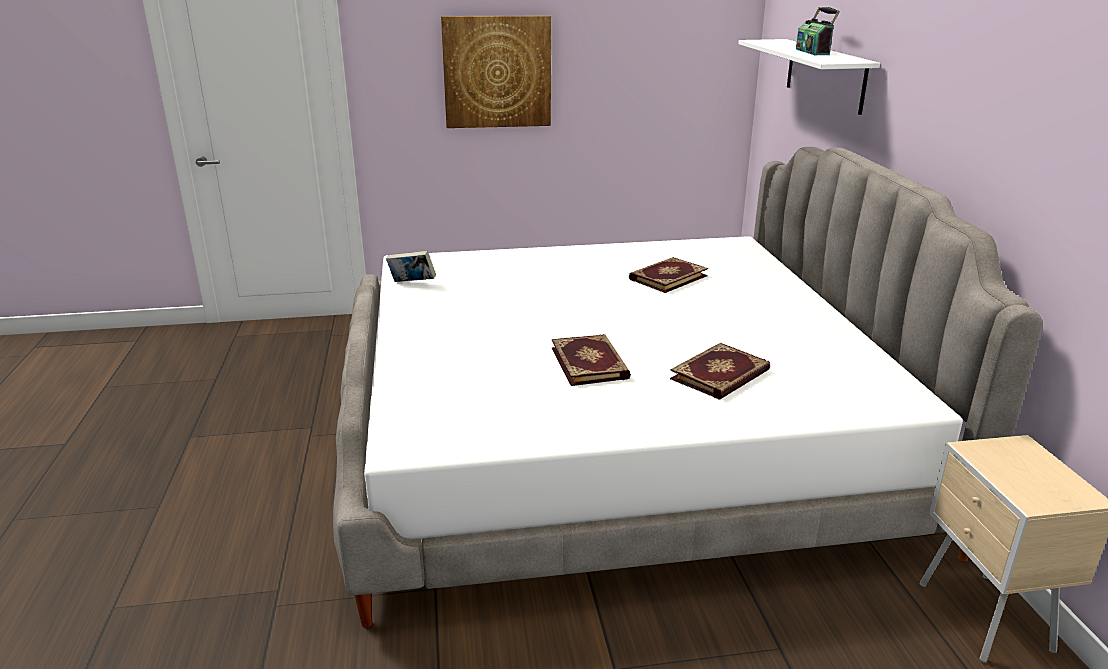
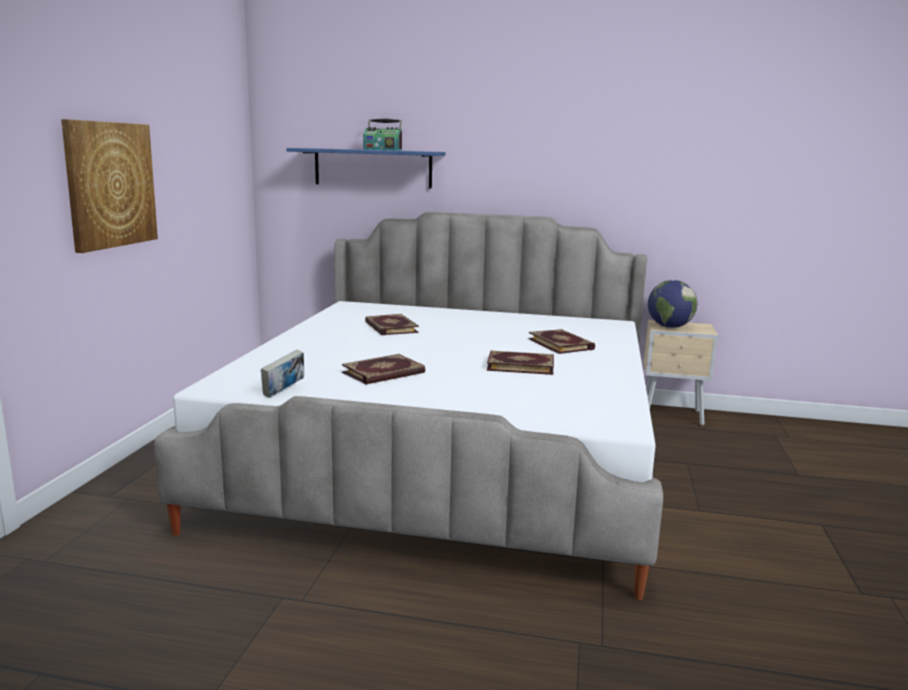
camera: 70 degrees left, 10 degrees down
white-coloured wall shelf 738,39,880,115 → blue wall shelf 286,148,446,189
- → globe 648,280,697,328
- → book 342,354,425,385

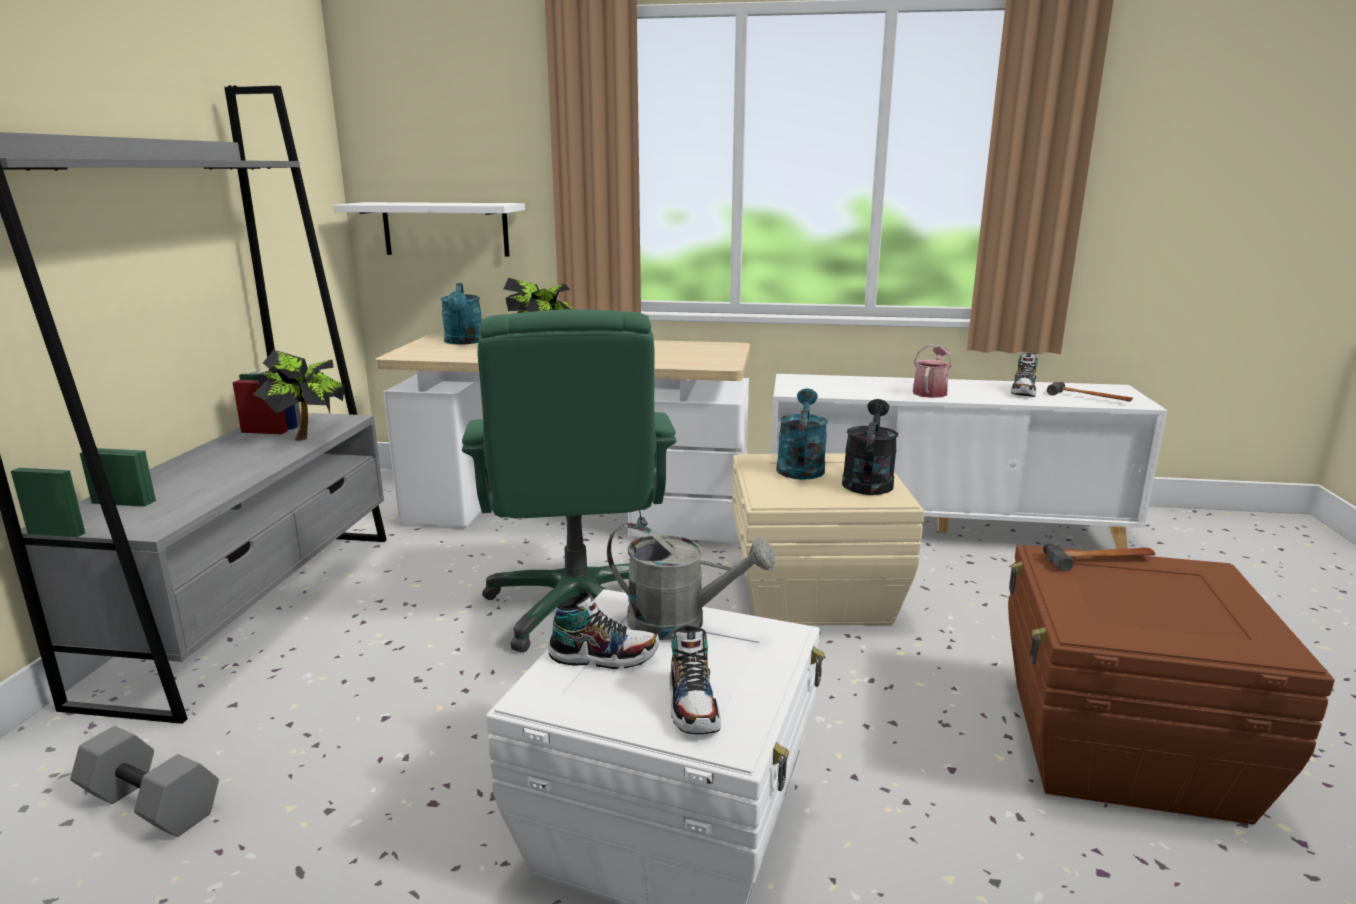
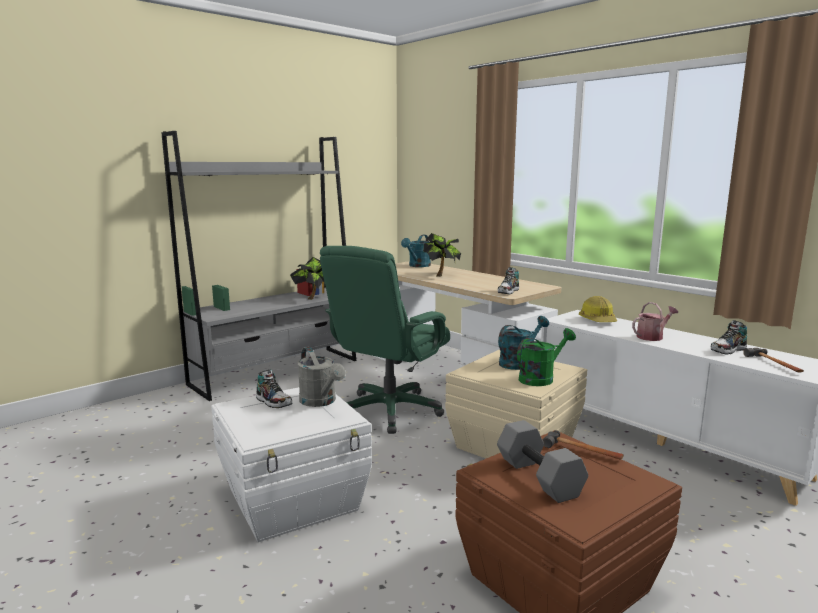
camera: 40 degrees right, 5 degrees down
white-coloured wall shelf 333,202,525,256 → -
black-coloured sprinkling can 842,399,898,495 → green-coloured sprinkling can 517,328,576,386
low shoe 669,626,721,734 → low shoe 498,267,519,295, relocated
grey dumbbell 70,726,219,837 → grey dumbbell 497,420,588,503, relocated
- → work helmet 579,296,617,322

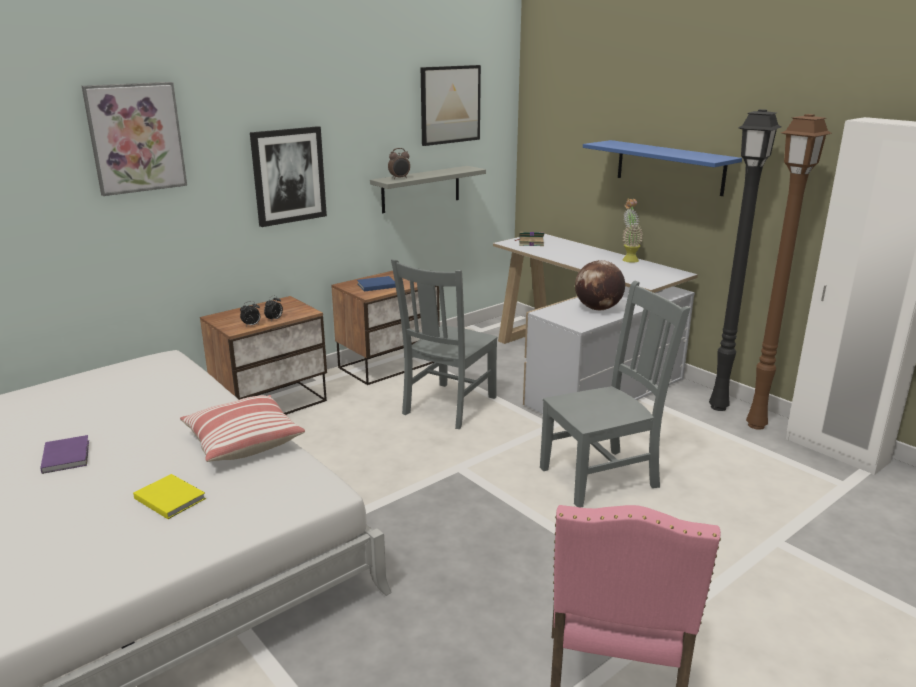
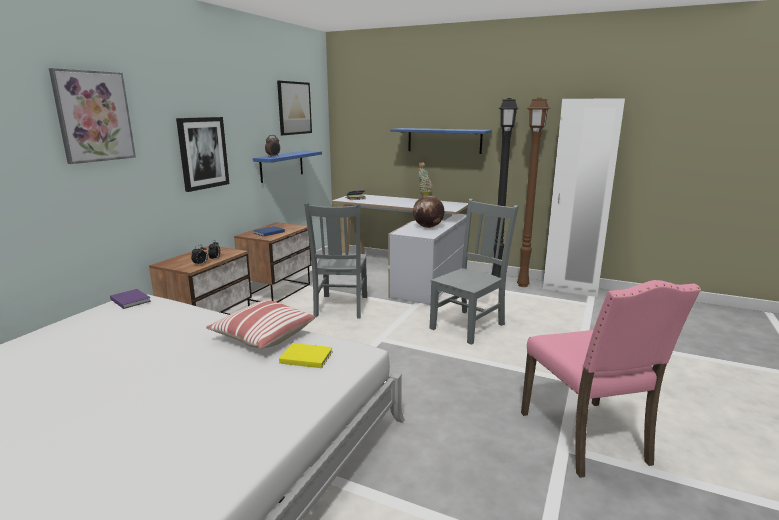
camera: 25 degrees left, 5 degrees down
grey wall shelf 370,166,486,213 → blue wall shelf 253,151,322,183
purple book 40,435,89,474 → purple book 110,289,151,309, relocated
yellowish book 133,474,206,519 → yellowish book 279,343,333,368, relocated

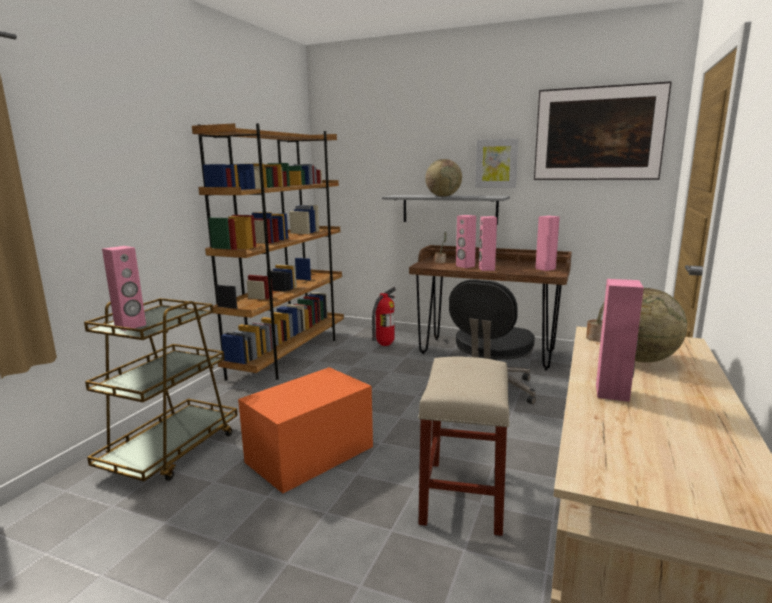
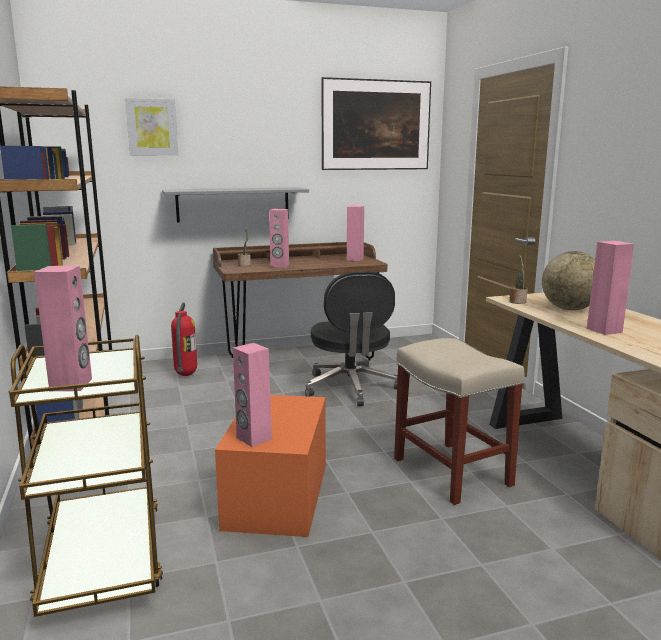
camera: 40 degrees left, 0 degrees up
wall picture 475,139,518,188 → wall picture 125,98,178,156, relocated
globe 425,159,462,196 → -
pink loudspeaker 479,216,497,271 → pink loudspeaker 233,343,272,447, relocated

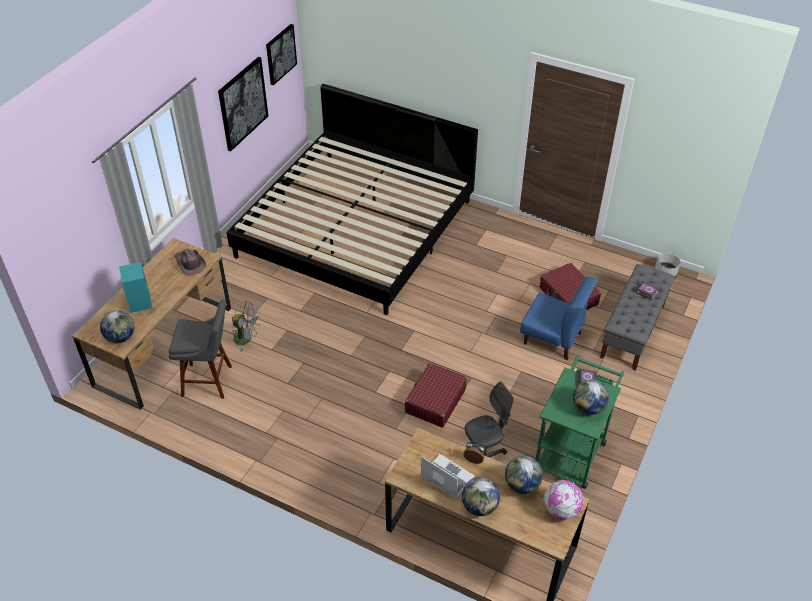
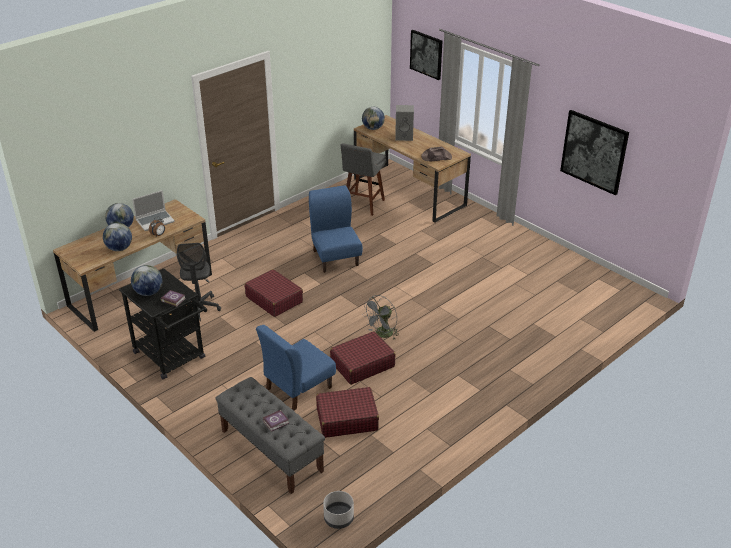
camera: 110 degrees right, 10 degrees down
wall picture 266,24,297,85 → wall picture 410,30,442,80, relocated
bed 227,84,478,315 → -
turquoise loudspeaker 119,262,152,313 → grey loudspeaker 395,105,414,141
grey fan 231,301,261,351 → grey fan 362,295,398,339, relocated
green-coloured cart 535,355,624,489 → black-coloured cart 119,268,207,379
globe 544,480,584,520 → -
- → blue upright chair 309,185,363,273
- → reddish piece of luggage 330,331,396,385

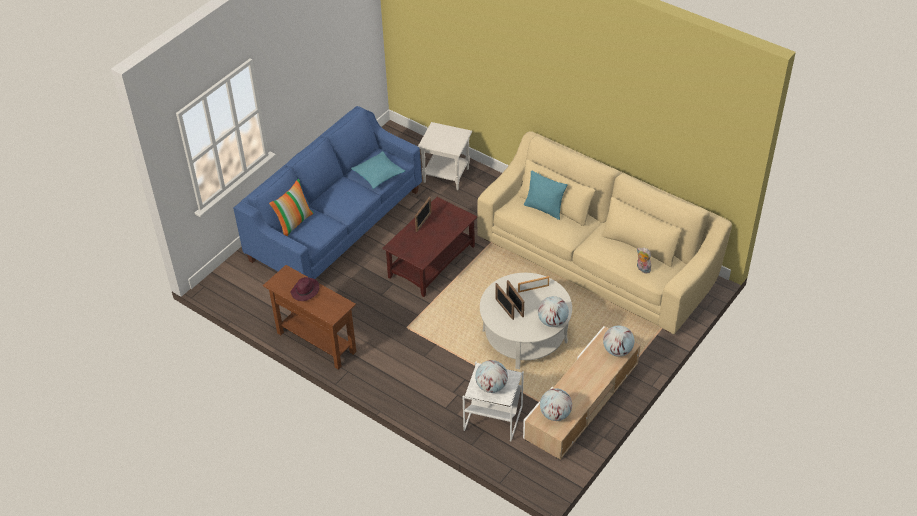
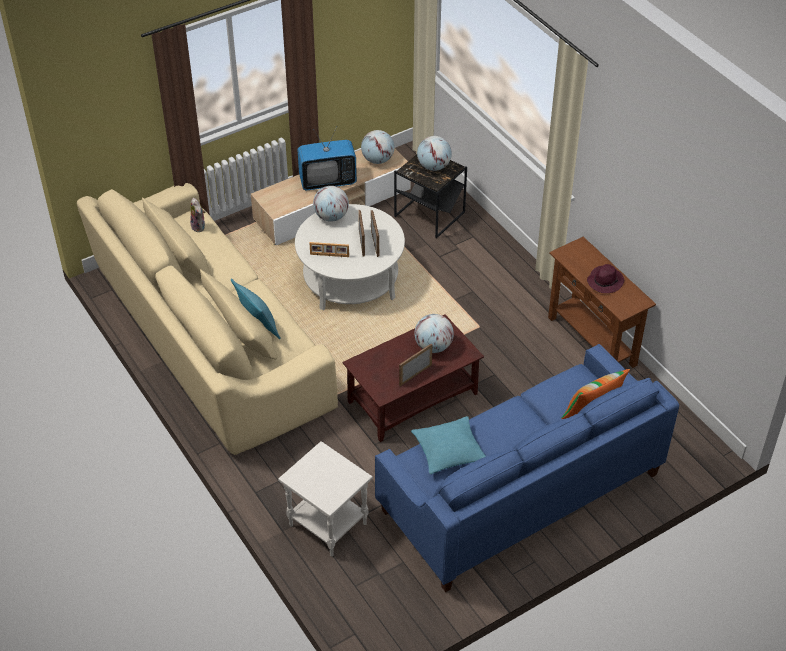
camera: 160 degrees left, 0 degrees up
globe 603,325,634,357 → globe 414,314,454,353, relocated
white-coloured end table 463,361,524,441 → black-coloured end table 394,154,467,238
- → television 297,126,357,190

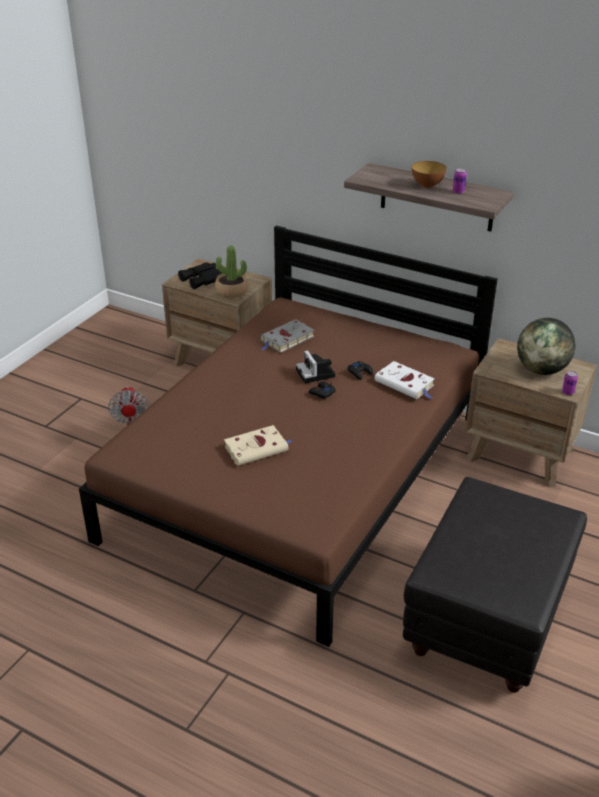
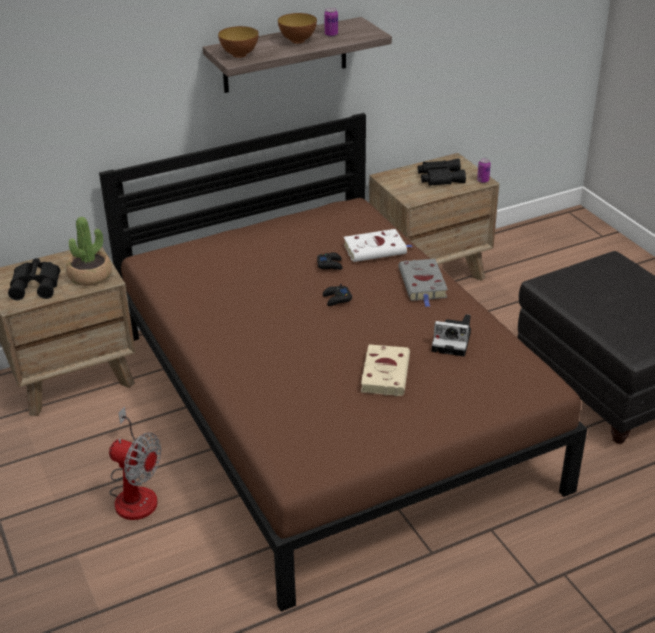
camera: 55 degrees left, 0 degrees up
globe 517,318,575,375 → black-coloured pair of binoculars 418,159,466,186
grey book 260,319,315,353 → grey book 398,259,448,307, relocated
photo camera 296,350,335,383 → photo camera 432,314,471,356, relocated
- → bowl 218,26,259,58

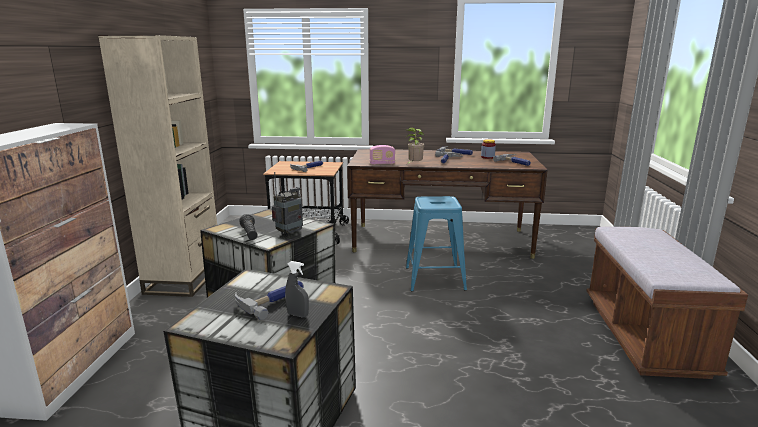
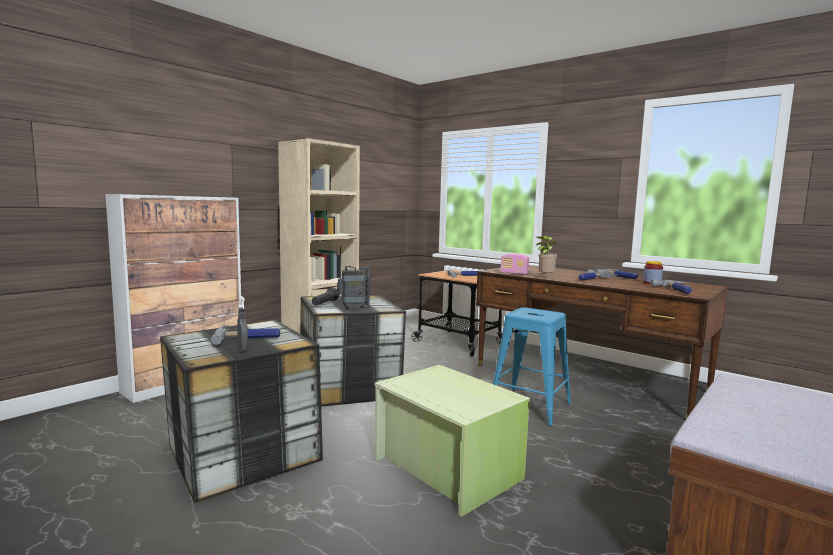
camera: 35 degrees right, 10 degrees down
- → green-coloured storage box 374,365,530,517

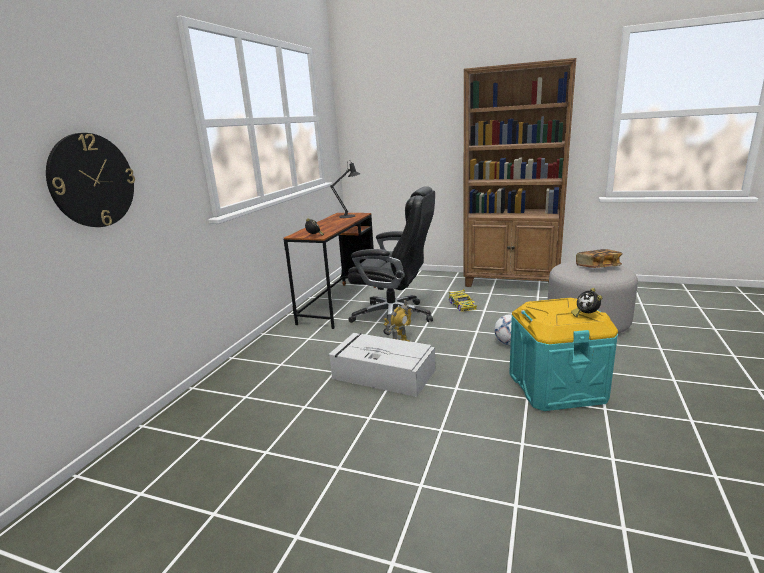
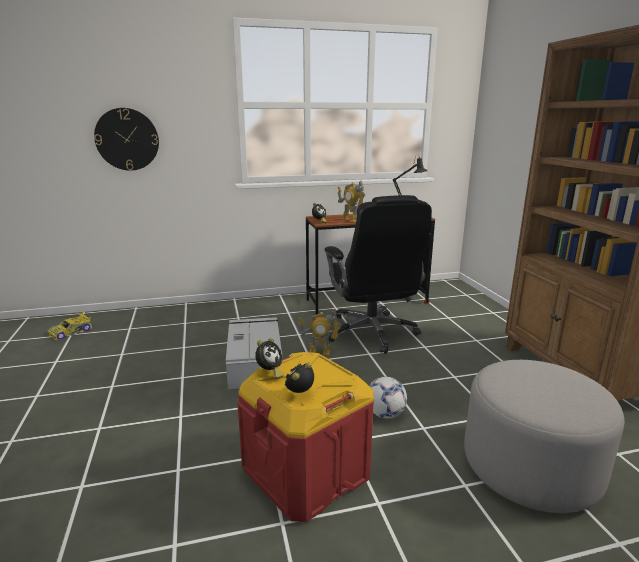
camera: 55 degrees right, 0 degrees up
book 576,249,623,268 → -
model car 449,289,477,312 → model car 48,312,92,340, relocated
turquoise storage box 509,298,618,411 → reddish storage box 238,352,374,522
- → toy robot 338,180,365,222
- → table clock 255,339,284,379

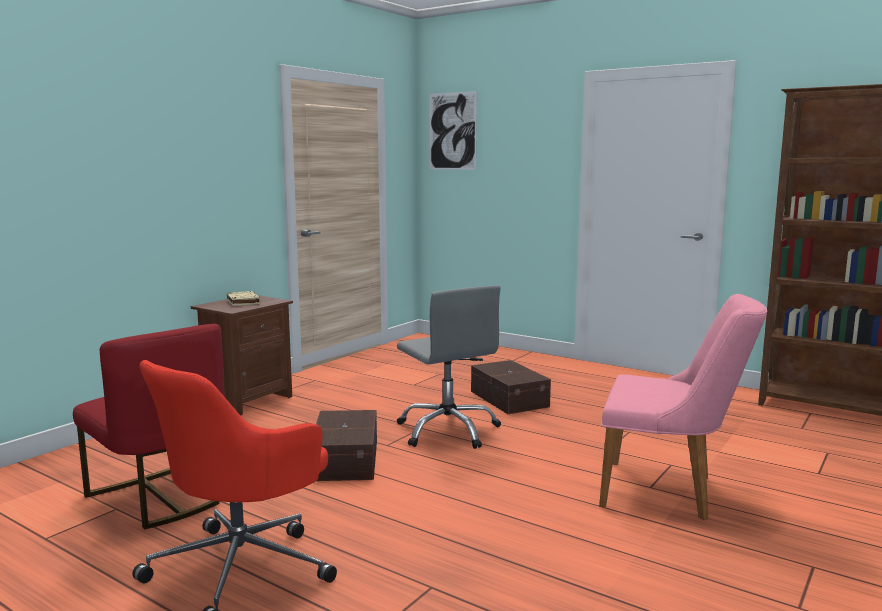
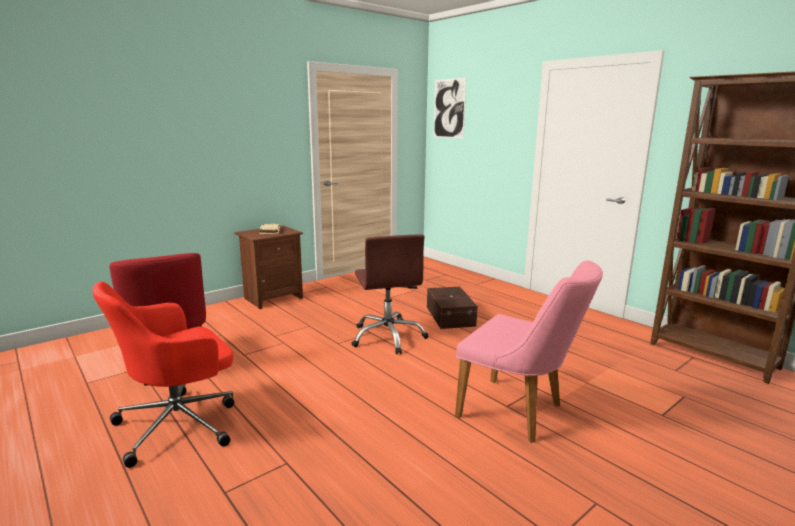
camera: 15 degrees right, 5 degrees up
grey office chair 397,285,501,449 → brownish office chair 351,234,428,354
brownish storage box 316,410,377,481 → -

